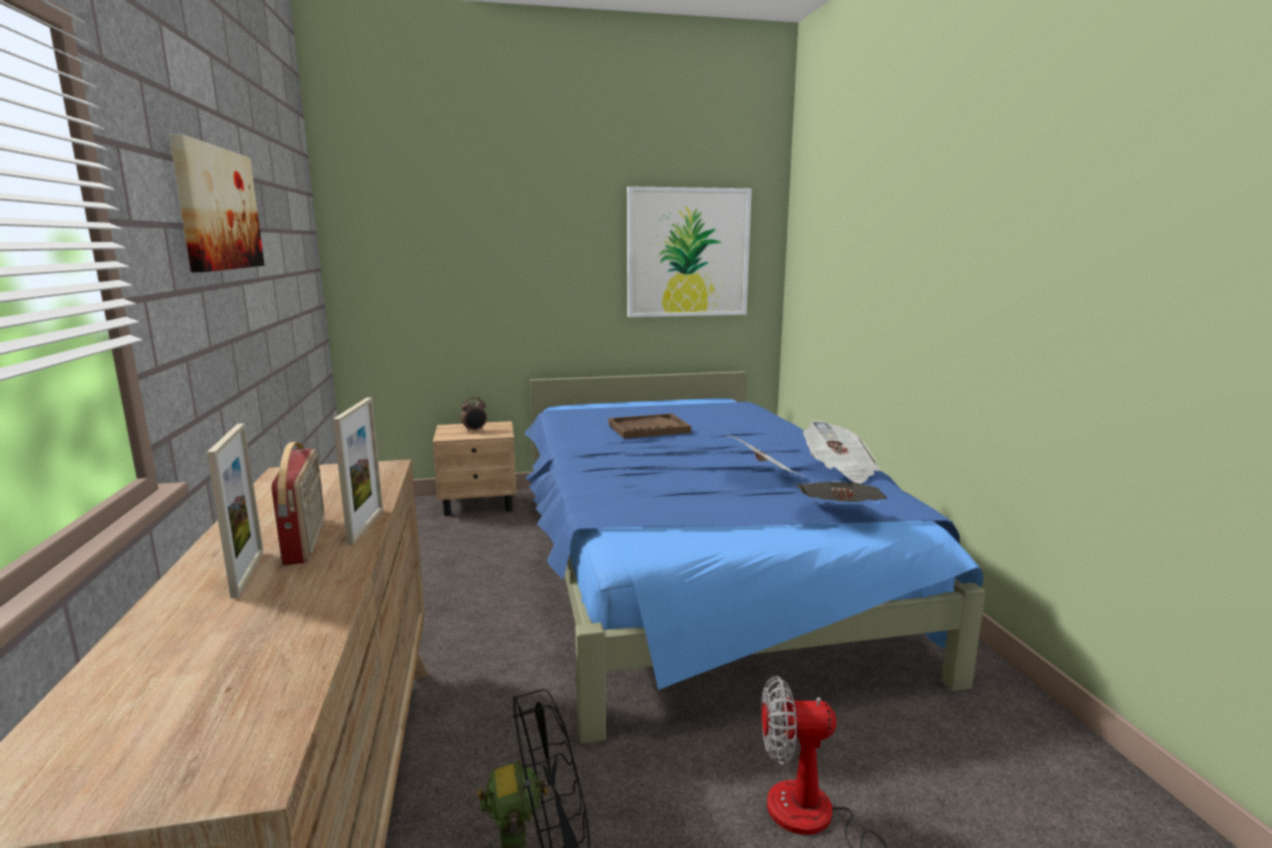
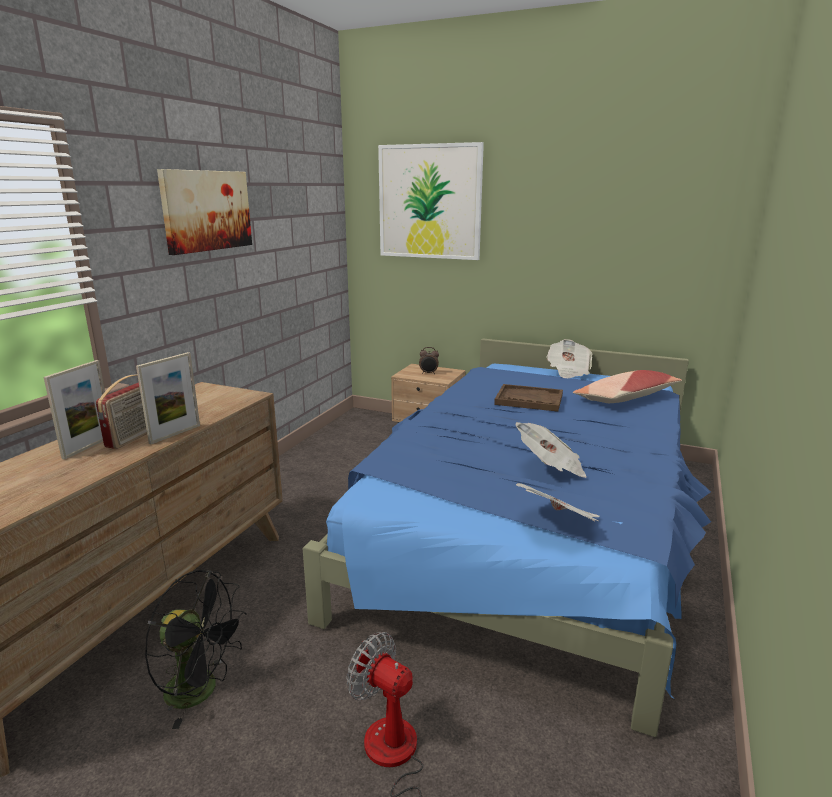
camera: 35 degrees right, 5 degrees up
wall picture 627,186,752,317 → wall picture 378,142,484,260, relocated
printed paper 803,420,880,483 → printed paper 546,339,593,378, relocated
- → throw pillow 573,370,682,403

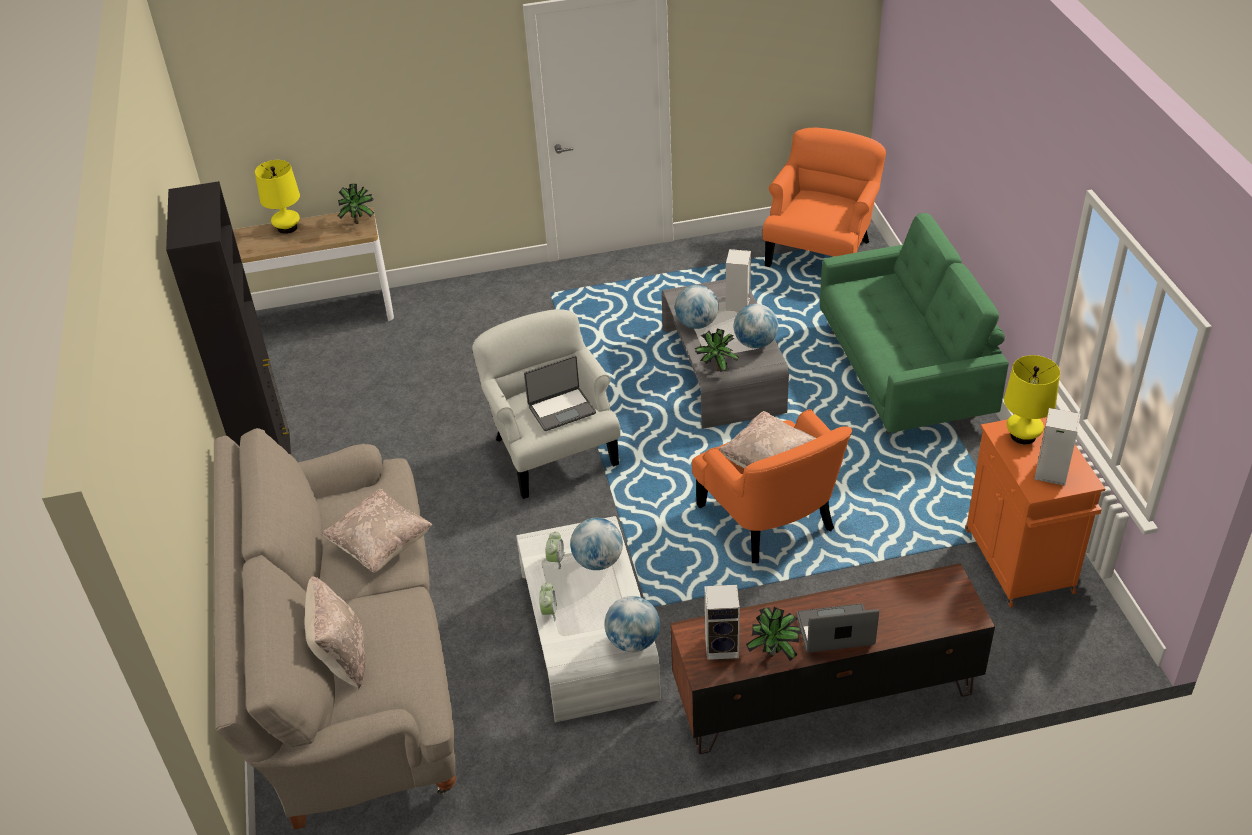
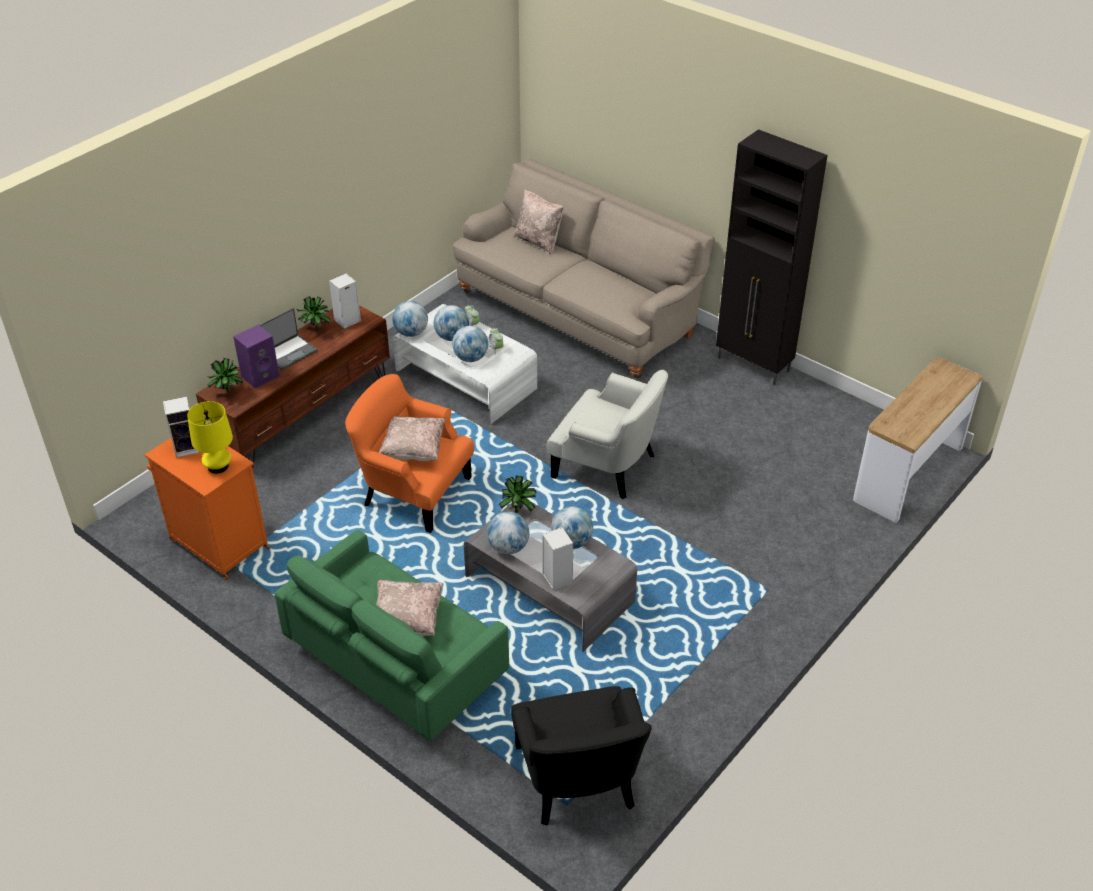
camera: 140 degrees right, 0 degrees up
orange-coloured armchair 763,128,886,267 → black-coloured armchair 511,686,652,825
yellowish lamp for a table 255,160,300,234 → -
plant in a pot 338,184,374,224 → plant in a pot 208,358,243,393, relocated
portable computer 524,355,596,431 → -
sand-coloured throw pillow 321,489,433,573 → sand-coloured throw pillow 376,580,444,636, relocated
- → globe 434,305,469,341
- → purple loudspeaker 233,325,280,389

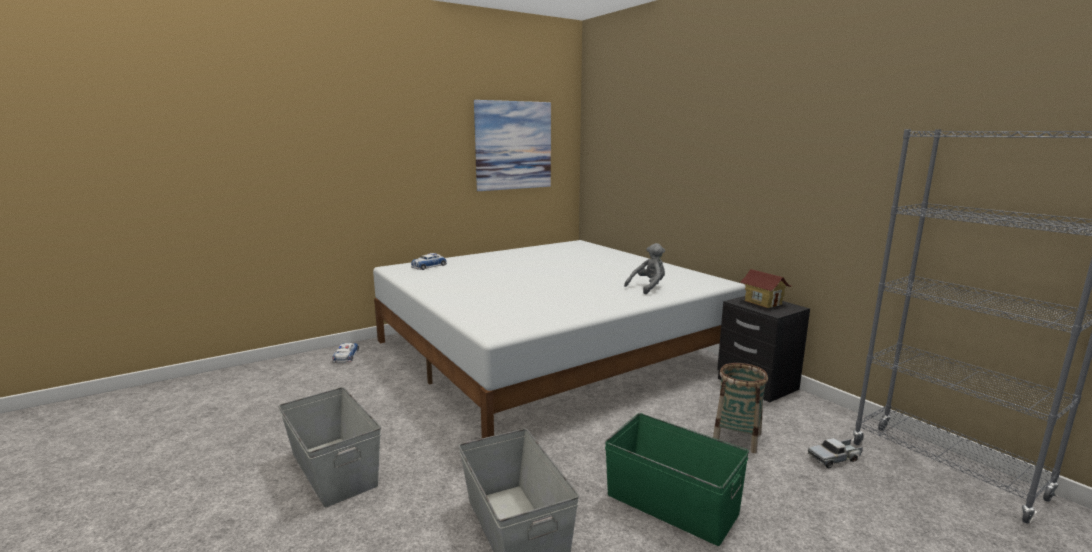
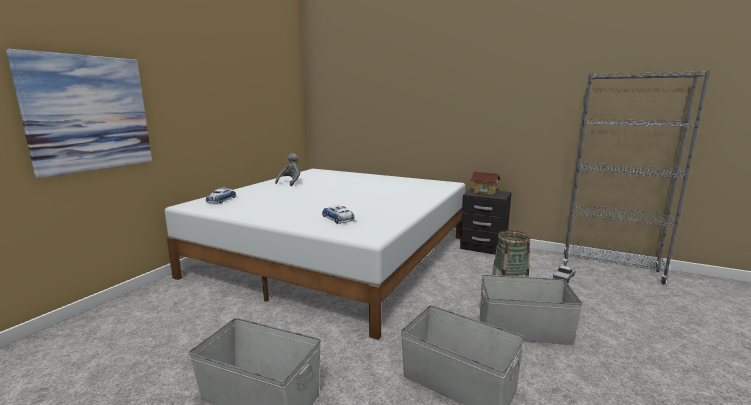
camera: 30 degrees left, 0 degrees up
wall picture 474,100,551,191 → wall picture 6,49,152,178, relocated
grey plush toy 624,243,665,294 → grey plush toy 275,153,300,186, relocated
model car 333,343,359,363 → model car 322,205,355,224, relocated
green-coloured storage box 605,413,749,546 → grey storage box 480,275,583,345

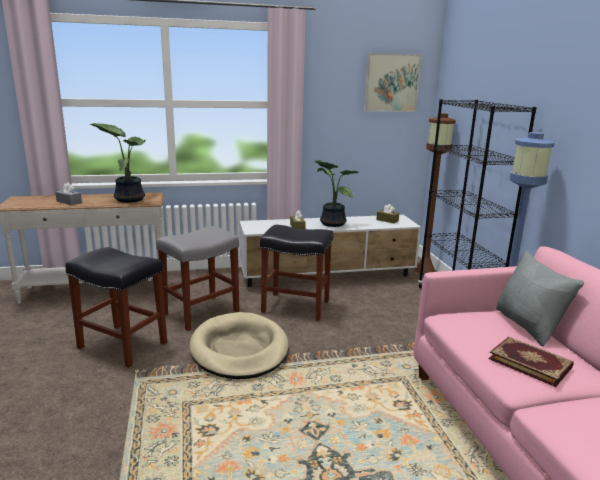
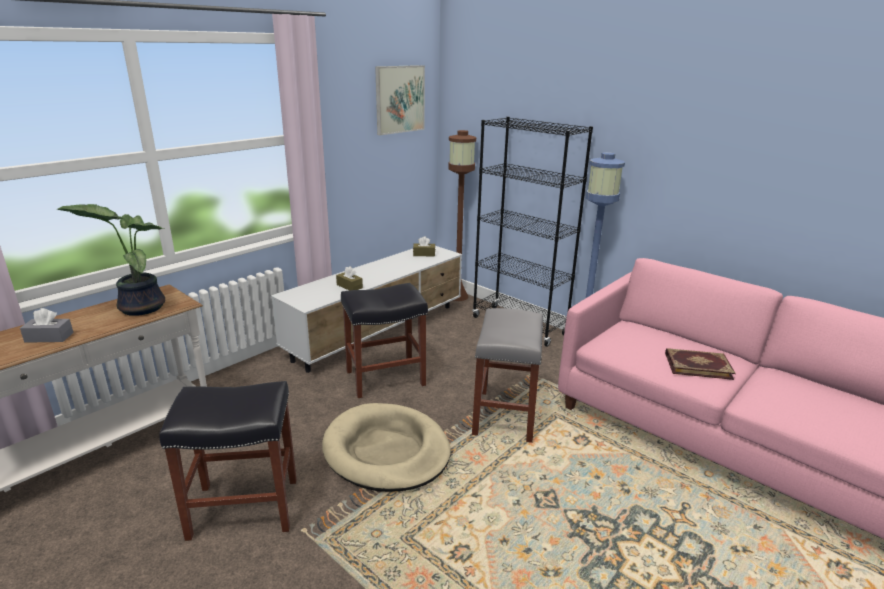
camera: 35 degrees left, 5 degrees up
plant in a pot 314,160,359,227 → -
grey stool seat 156,226,239,331 → grey stool seat 472,308,543,443, relocated
grey throw pillow 496,251,584,346 → -

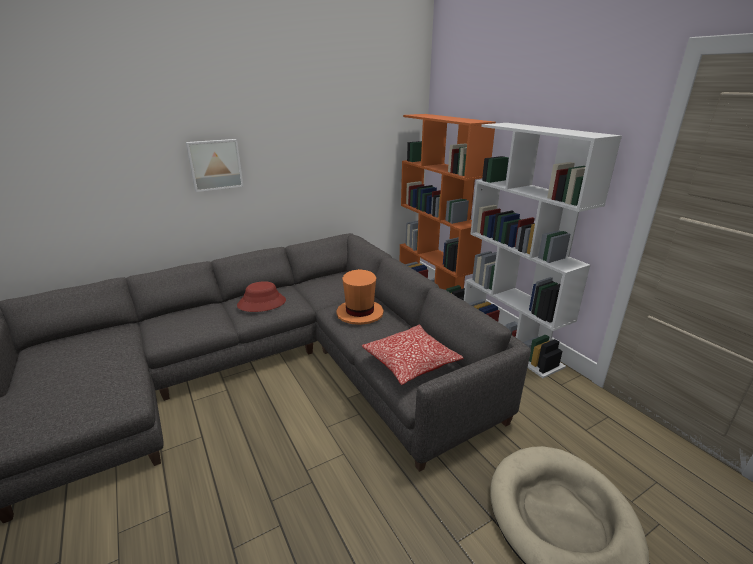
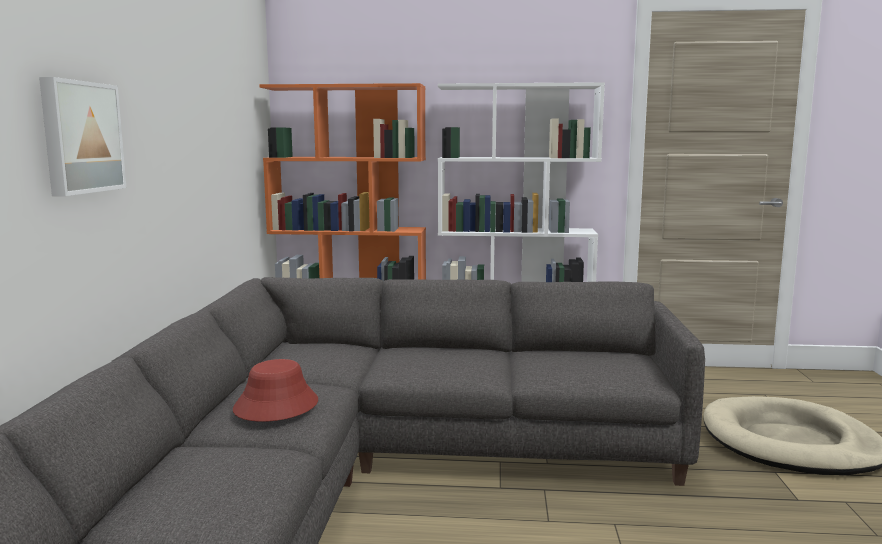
camera: 55 degrees left, 15 degrees down
orange-coloured clothing hat 336,269,384,325 → -
throw pillow 362,325,464,385 → -

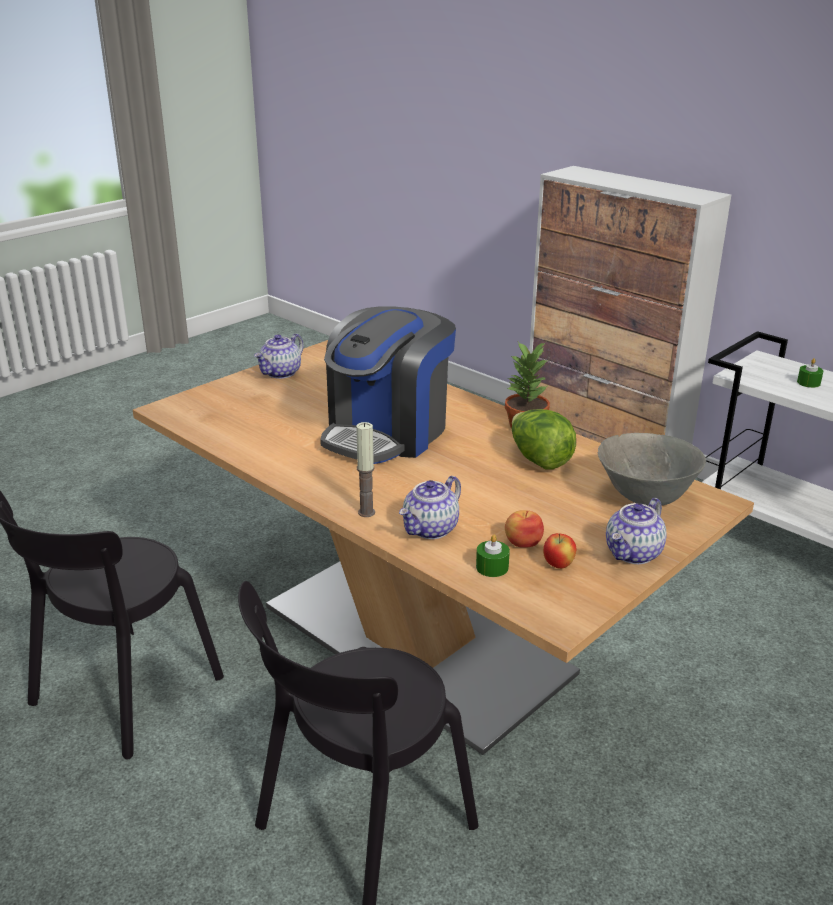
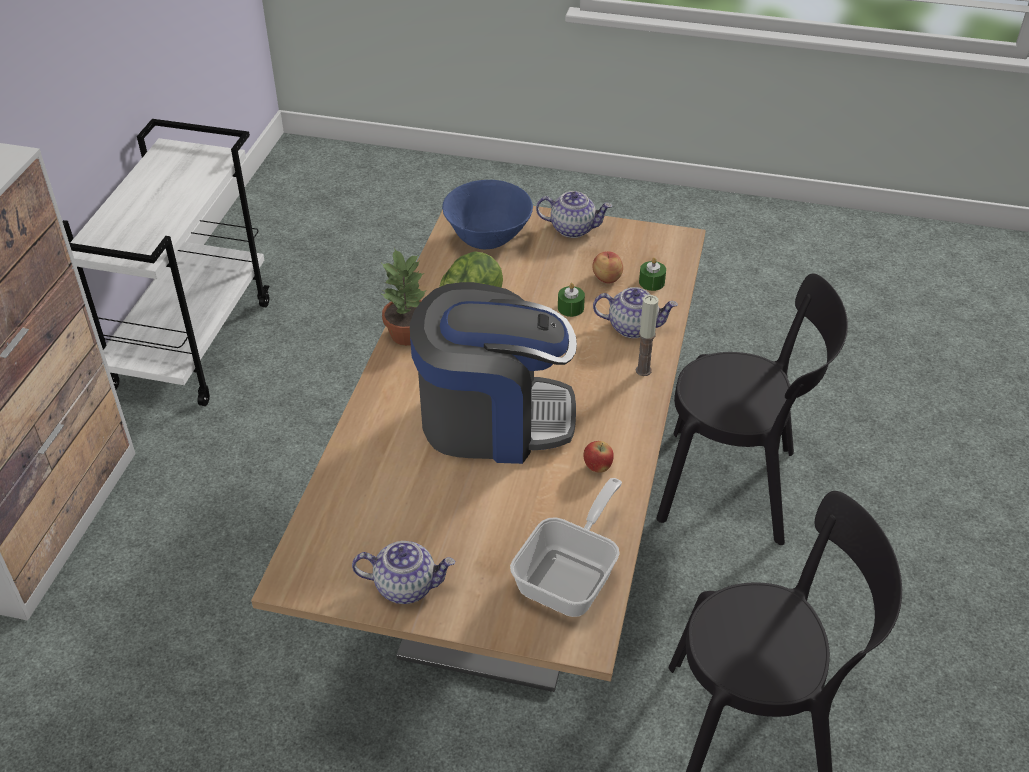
camera: 120 degrees left, 15 degrees up
green-coloured wax light 797,358,824,388 → green-coloured wax light 558,283,585,317, relocated
grey bowl 598,433,706,505 → blue bowl 442,180,533,249
apple 543,533,576,569 → apple 583,441,614,473, relocated
- → frying pan 510,478,622,617

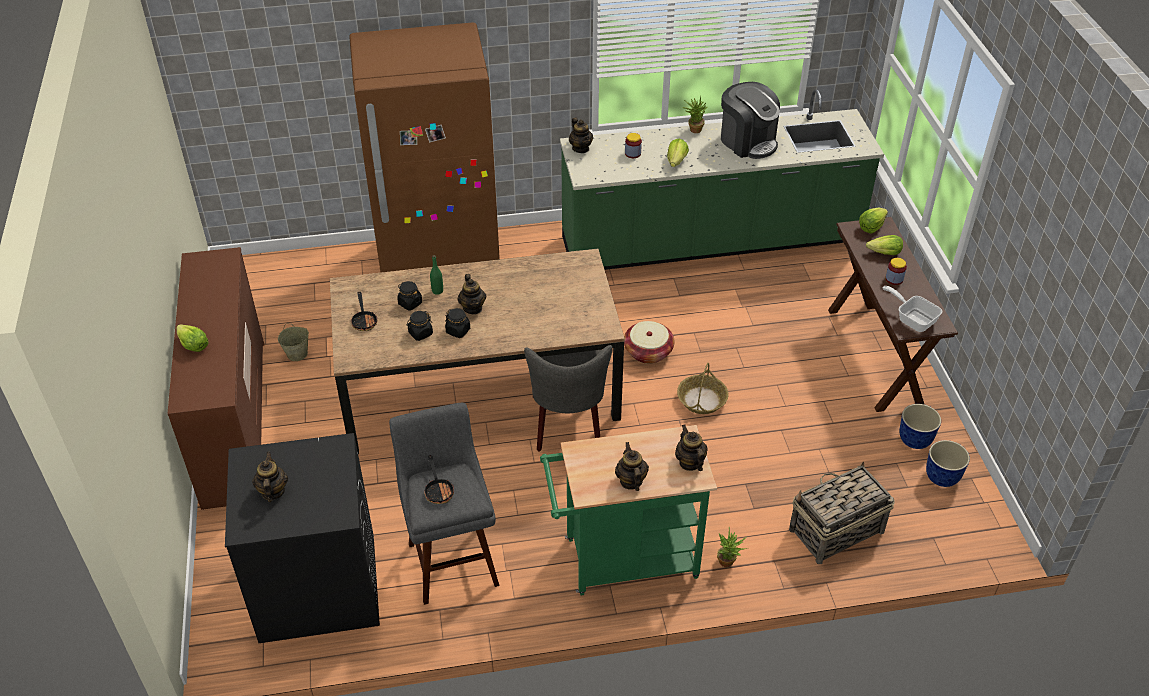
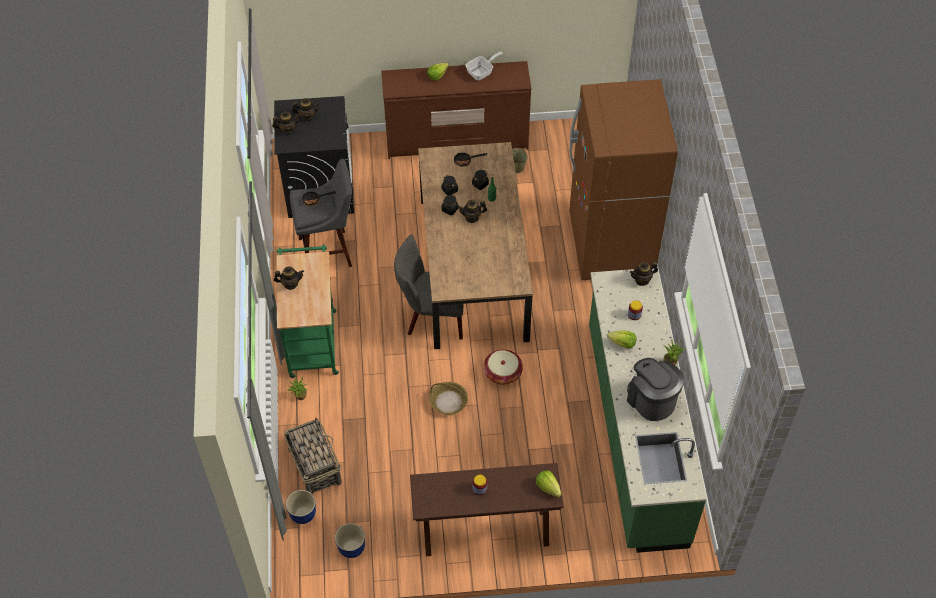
camera: 95 degrees right, 10 degrees up
coffee machine 721,82,780,159 → coffee machine 627,358,685,421, 90 degrees clockwise
lettuce head 866,235,903,255 → -
frying pan 883,286,942,332 → frying pan 466,52,503,80, relocated
planter 899,404,941,449 → planter 286,490,316,524, relocated
tea pot 675,424,708,471 → tea pot 272,111,300,134, relocated

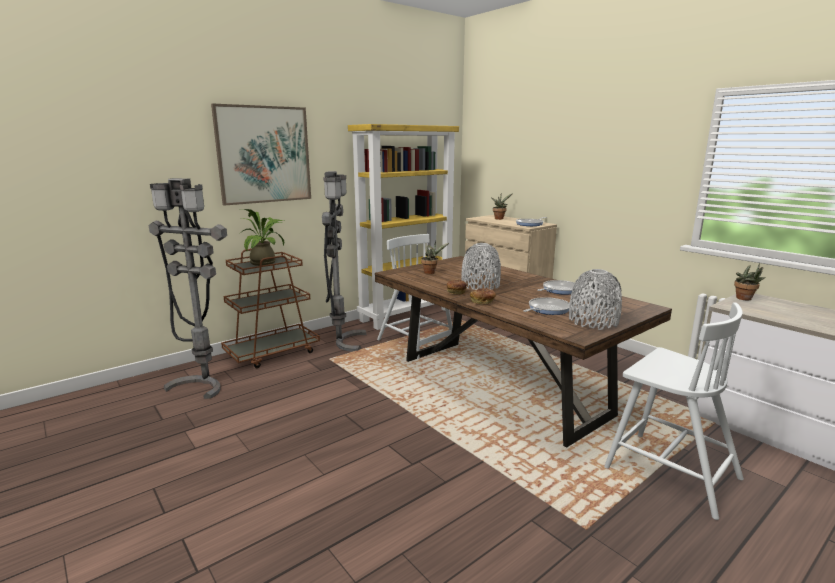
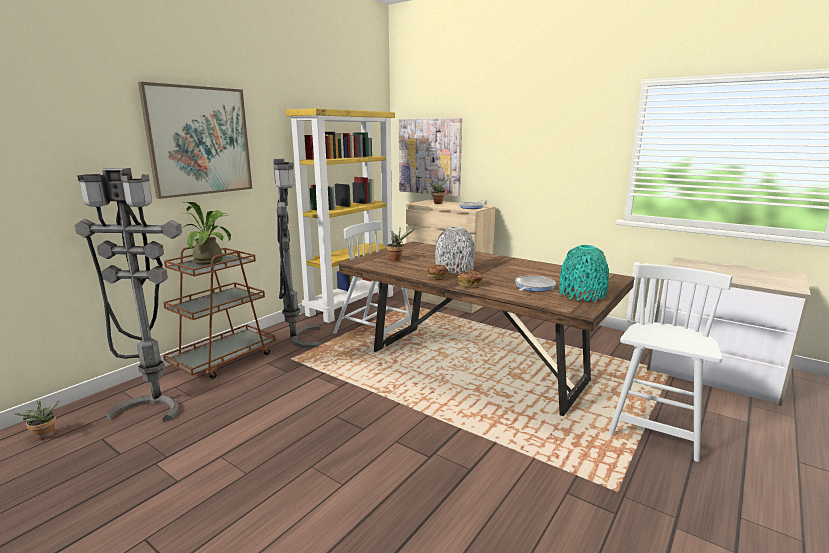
camera: 15 degrees left, 0 degrees up
plant in a pot 734,263,766,300 → plant in a pot 16,401,59,440, relocated
grey vase 569,269,622,330 → turquoise vase 559,245,609,302
frying pan 537,280,575,295 → -
white-coloured upright chair 604,302,744,520 → white-coloured upright chair 608,264,732,462, 90 degrees counterclockwise
- → wall picture 399,118,462,196

